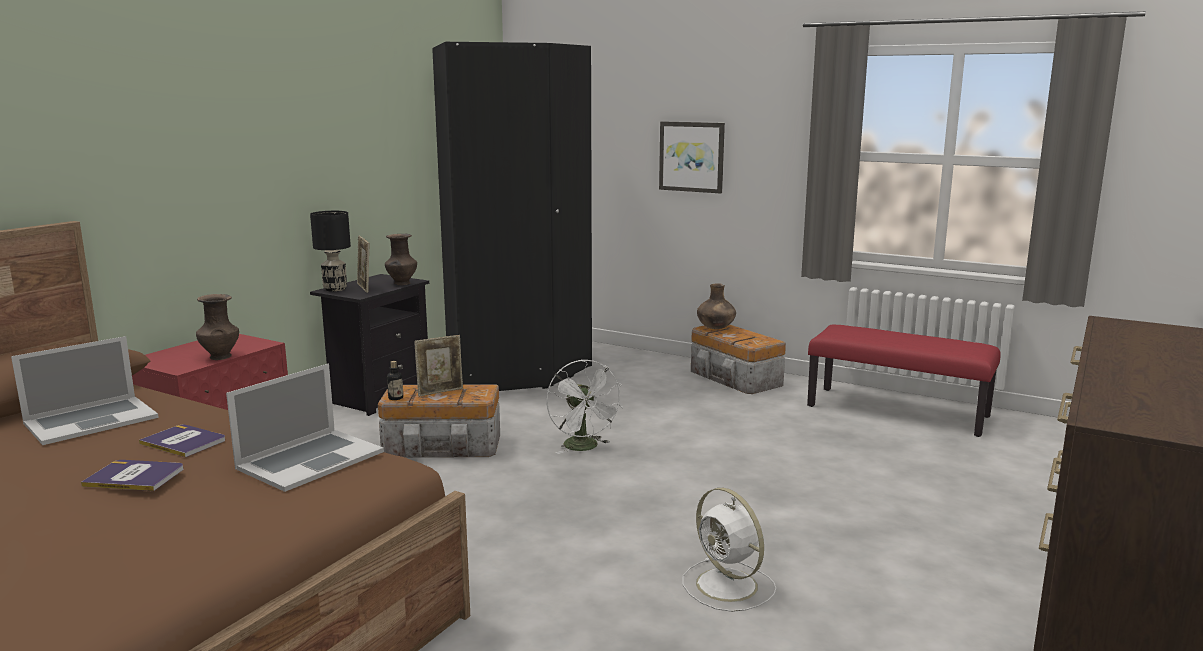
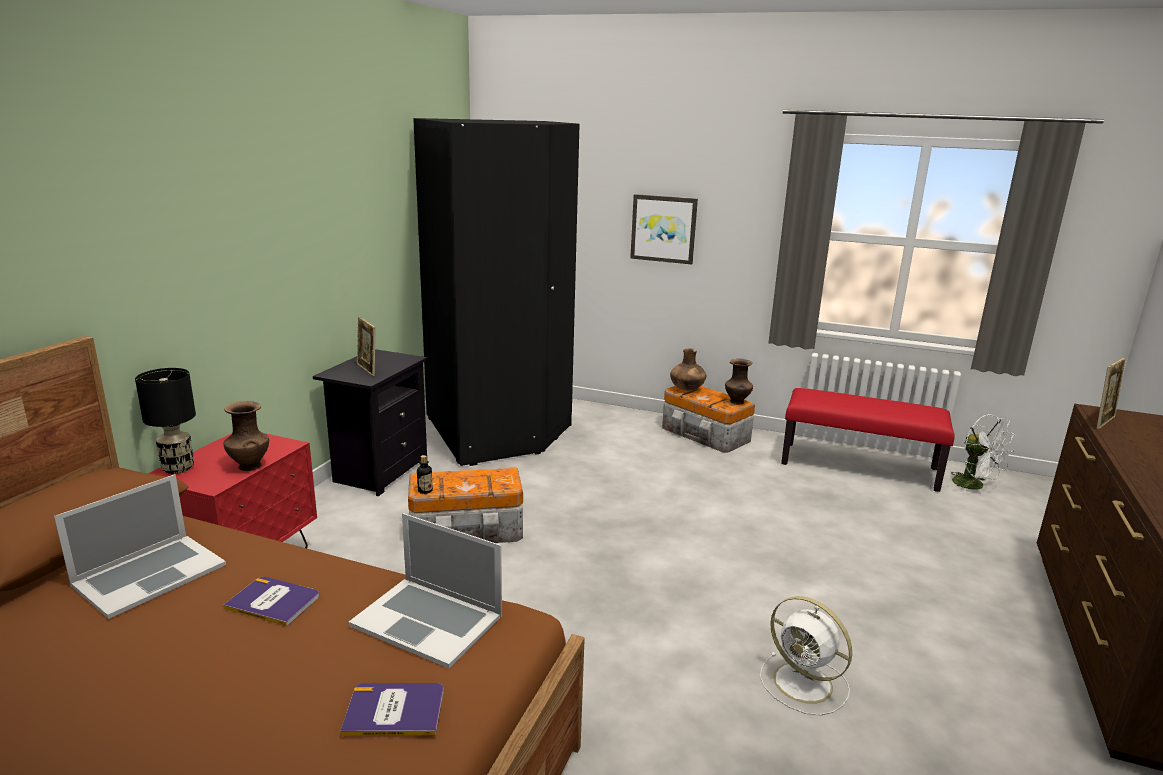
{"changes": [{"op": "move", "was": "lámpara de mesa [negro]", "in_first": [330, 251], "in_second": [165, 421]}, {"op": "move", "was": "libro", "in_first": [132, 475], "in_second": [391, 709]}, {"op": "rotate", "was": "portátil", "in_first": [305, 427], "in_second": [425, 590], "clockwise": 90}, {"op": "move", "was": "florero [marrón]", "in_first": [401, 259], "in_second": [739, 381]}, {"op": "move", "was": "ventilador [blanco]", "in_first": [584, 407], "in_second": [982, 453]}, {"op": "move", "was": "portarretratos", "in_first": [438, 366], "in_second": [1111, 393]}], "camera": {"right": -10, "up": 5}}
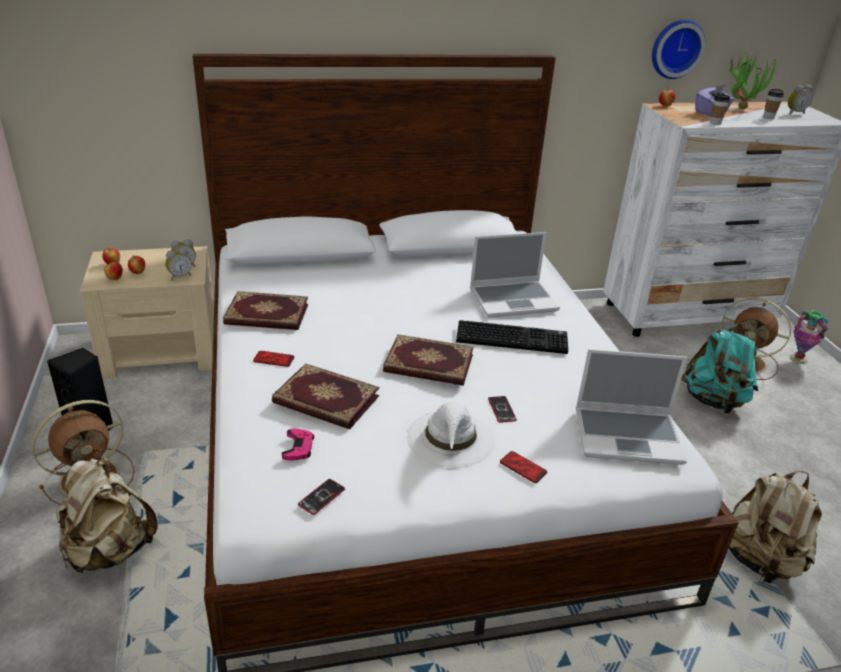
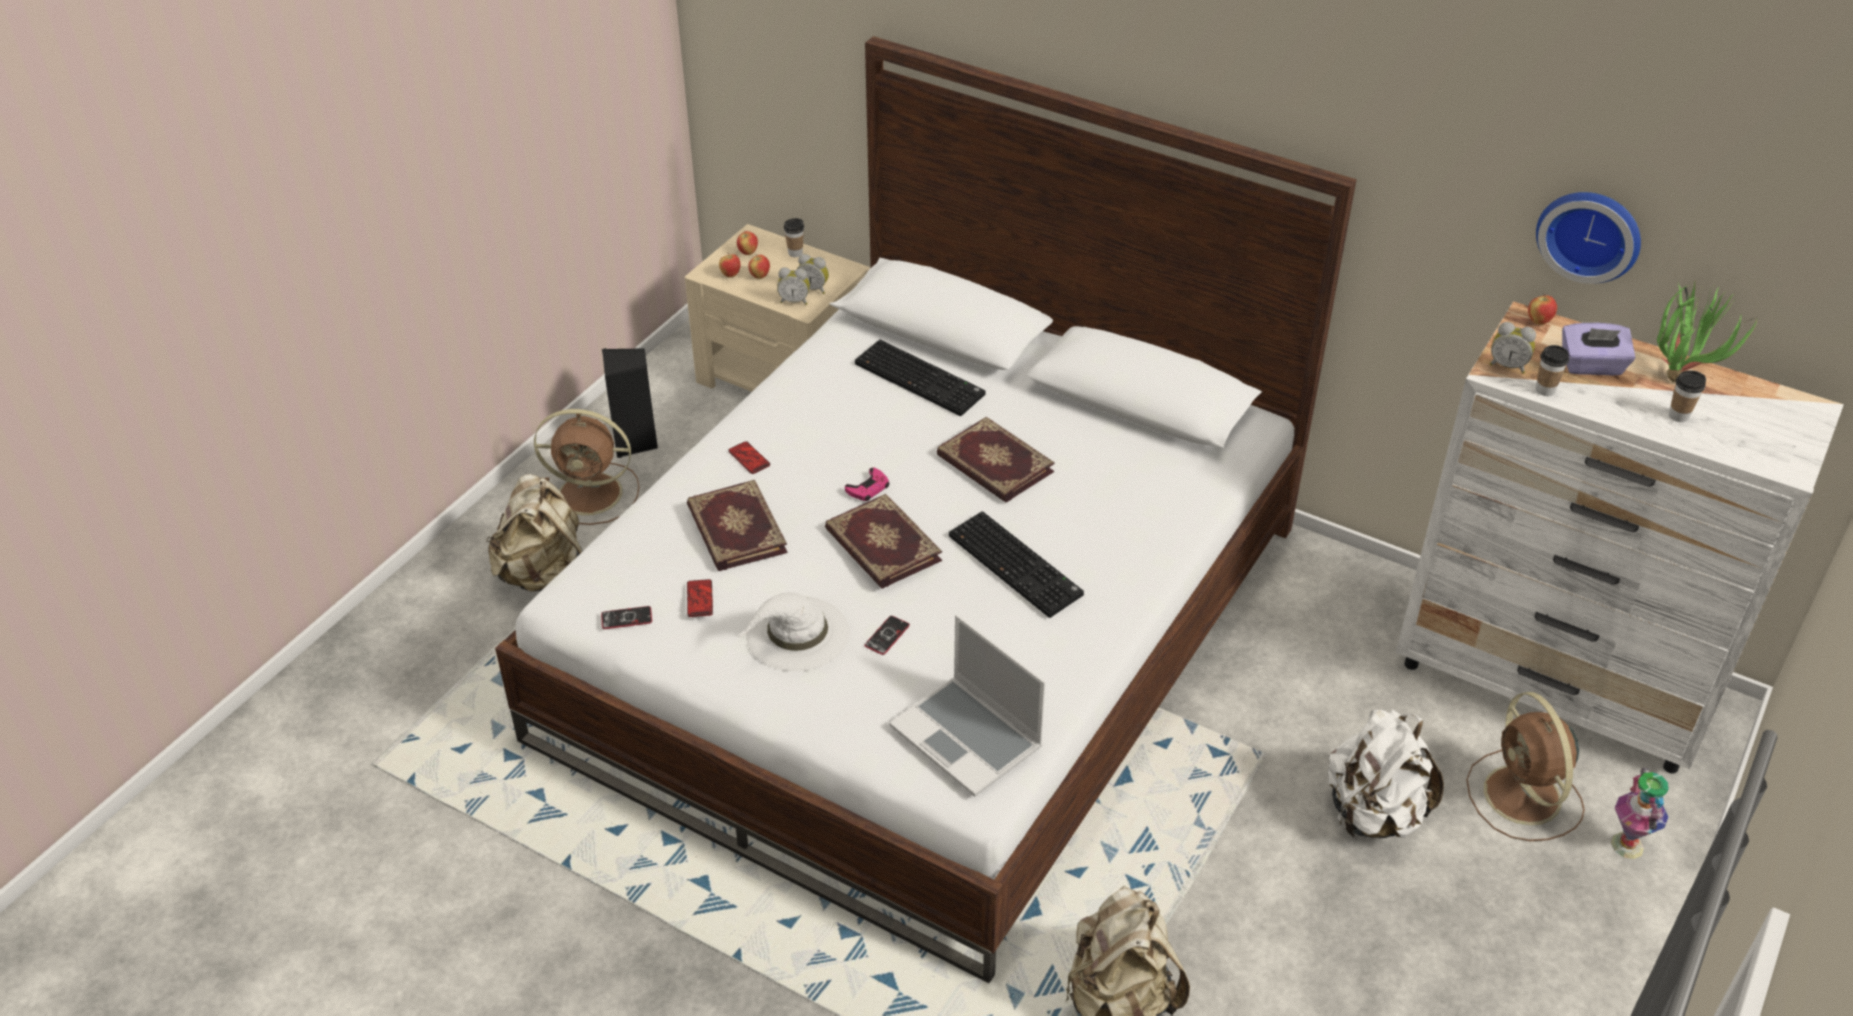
{"changes": [{"op": "move", "was": "móvil", "in_first": [523, 467], "in_second": [700, 598]}, {"op": "insert", "now": "taza", "in_second": [794, 237]}, {"op": "move", "was": "mando de consola [rosa]", "in_first": [298, 444], "in_second": [867, 484]}, {"op": "insert", "now": "teclado", "in_second": [920, 378]}, {"op": "move", "was": "libro", "in_first": [265, 310], "in_second": [996, 459]}, {"op": "recolor", "was": "mochila [turquesa]", "now": "mochila [blanco]", "in_first": [719, 368], "in_second": [1386, 774]}, {"op": "move", "was": "despertador", "in_first": [800, 100], "in_second": [1513, 348]}, {"op": "delete", "was": "portátil", "in_first": [515, 275]}], "camera": {"right": 45, "up": 10}}
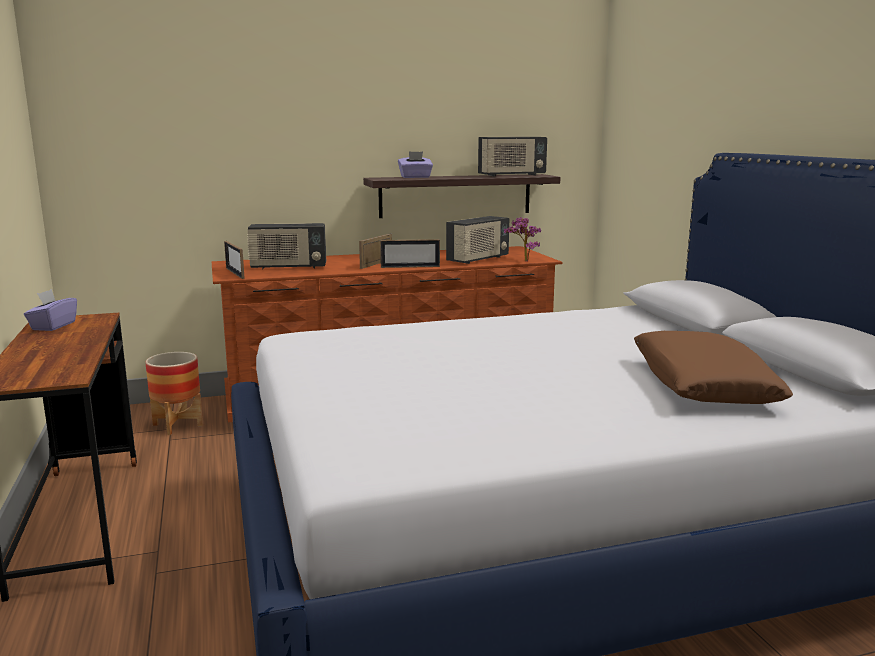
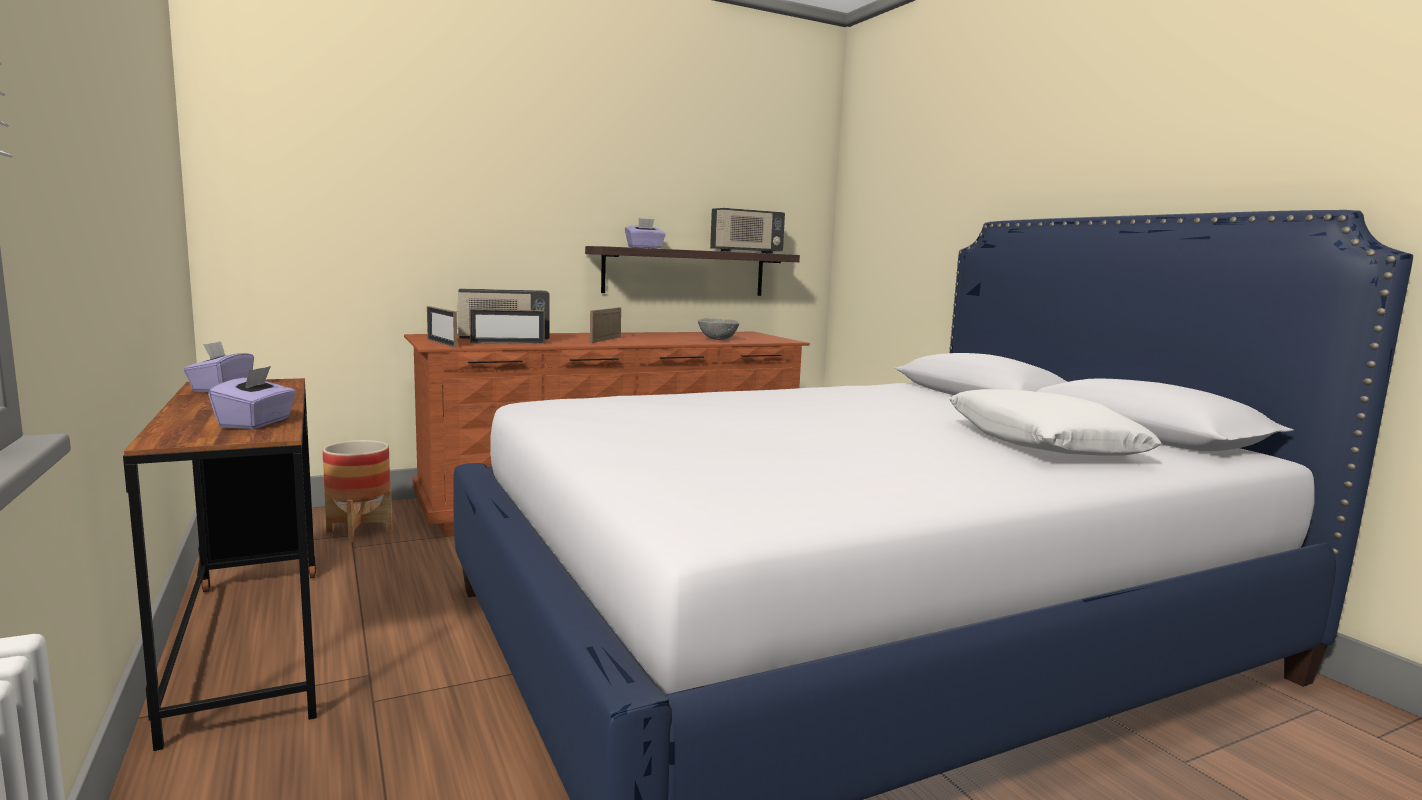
{"changes": [{"op": "insert", "now": "caja de pañuelos [morado]", "in_second": [252, 397]}, {"op": "move", "was": "portarretratos", "in_first": [410, 253], "in_second": [507, 326]}, {"op": "replace", "was": "radio", "now": "cuenco [gris]", "in_first": [477, 240], "in_second": [718, 329]}, {"op": "recolor", "was": "cojín [marrón]", "now": "cojín [blanco]", "in_first": [713, 367], "in_second": [1055, 422]}, {"op": "delete", "was": "planta en maceta", "in_first": [522, 239]}], "camera": {"right": -10, "up": -5}}
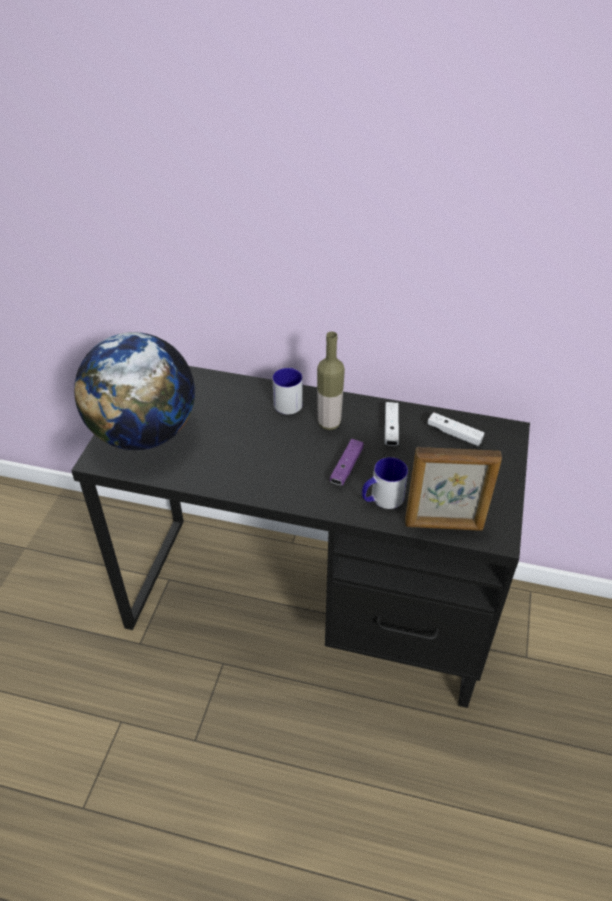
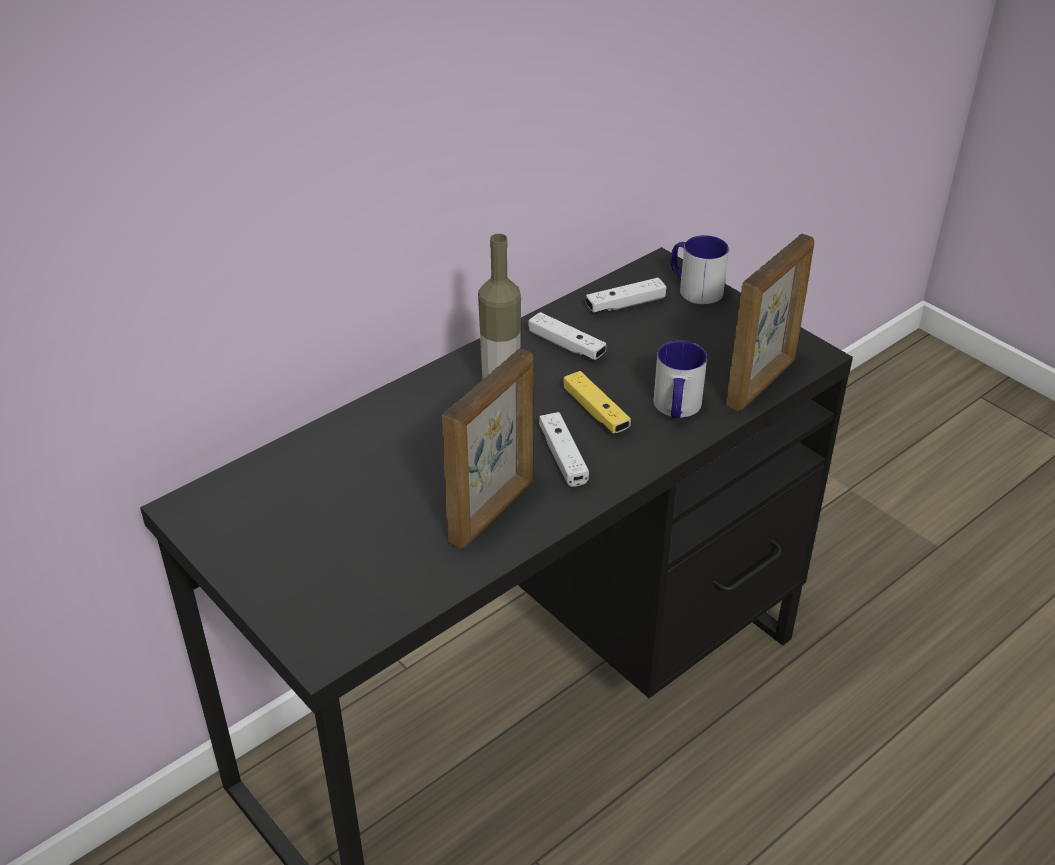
{"changes": [{"op": "insert", "now": "portarretratos", "in_second": [487, 449]}, {"op": "insert", "now": "mando de consola [blanco]", "in_second": [564, 449]}, {"op": "recolor", "was": "mando de consola [morado]", "now": "mando de consola [amarillo]", "in_first": [347, 462], "in_second": [597, 402]}, {"op": "move", "was": "taza grande", "in_first": [287, 391], "in_second": [700, 269]}, {"op": "delete", "was": "globo terráqueo", "in_first": [134, 391]}], "camera": {"right": -55, "up": -5}}
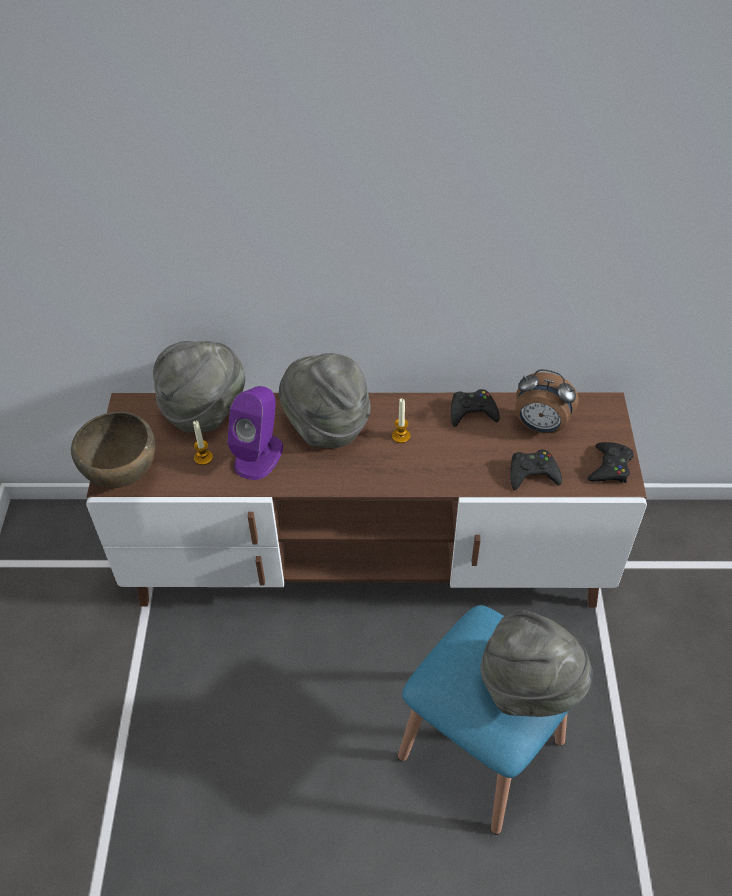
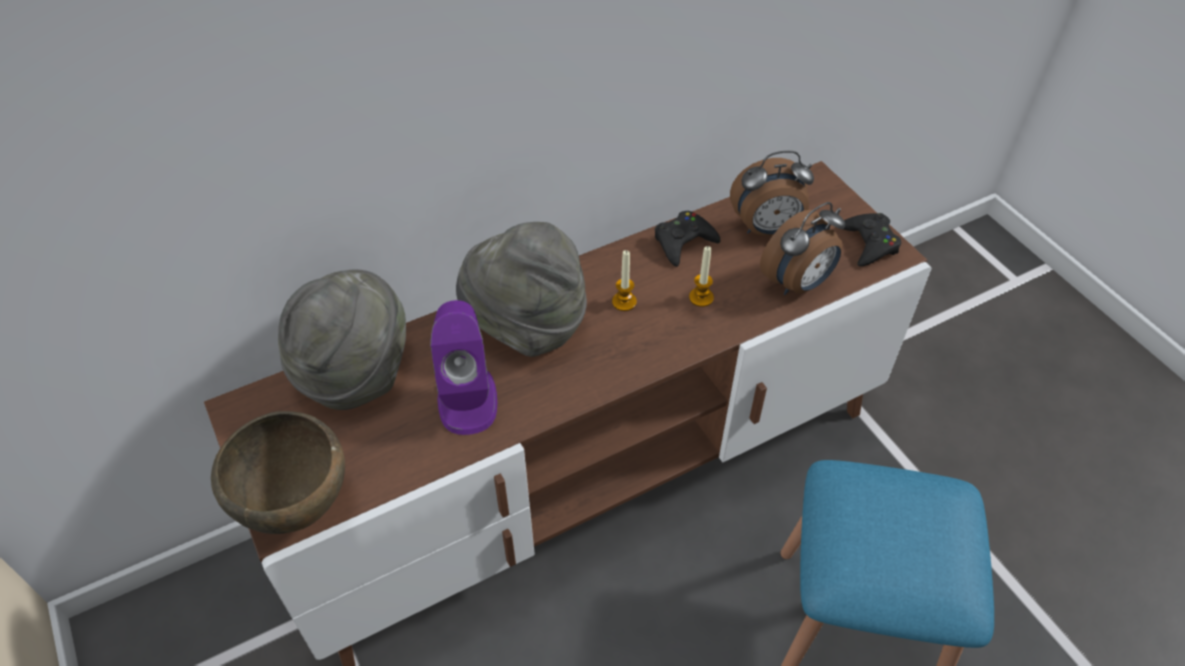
{"changes": [{"op": "move", "was": "vela", "in_first": [203, 443], "in_second": [701, 276]}, {"op": "replace", "was": "mando de consola [negro]", "now": "despertador", "in_first": [536, 470], "in_second": [802, 248]}, {"op": "delete", "was": "sombrero [gris]", "in_first": [536, 663]}], "camera": {"right": -30, "up": 0}}
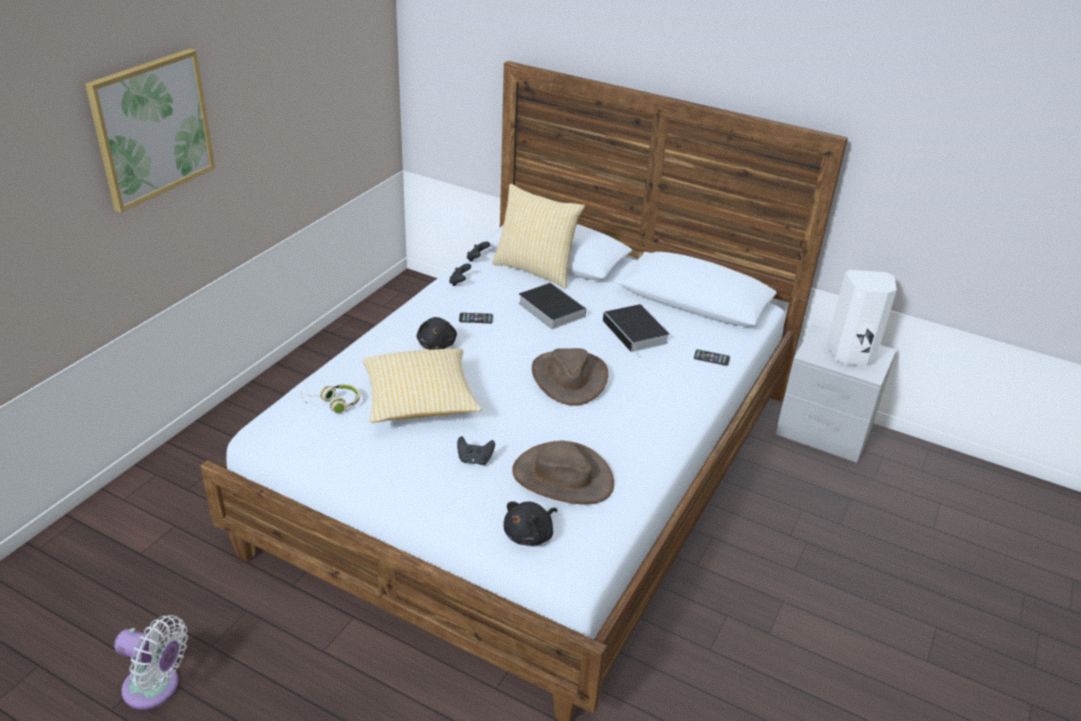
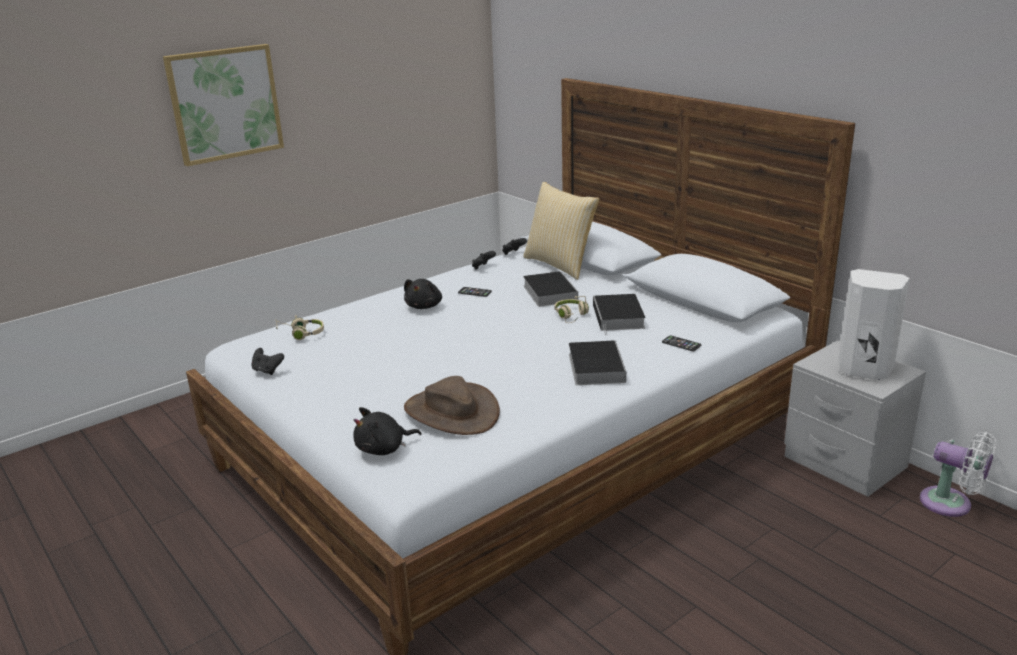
{"changes": [{"op": "move", "was": "mando de consola [negro]", "in_first": [476, 450], "in_second": [267, 361]}, {"op": "insert", "now": "auriculares [beis]", "in_second": [571, 309]}, {"op": "insert", "now": "libro", "in_second": [597, 362]}, {"op": "move", "was": "ventilador [blanco]", "in_first": [151, 662], "in_second": [958, 474]}, {"op": "delete", "was": "cojín", "in_first": [422, 386]}, {"op": "delete", "was": "sombrero [marrón]", "in_first": [570, 377]}], "camera": {"right": 25, "up": -10}}
